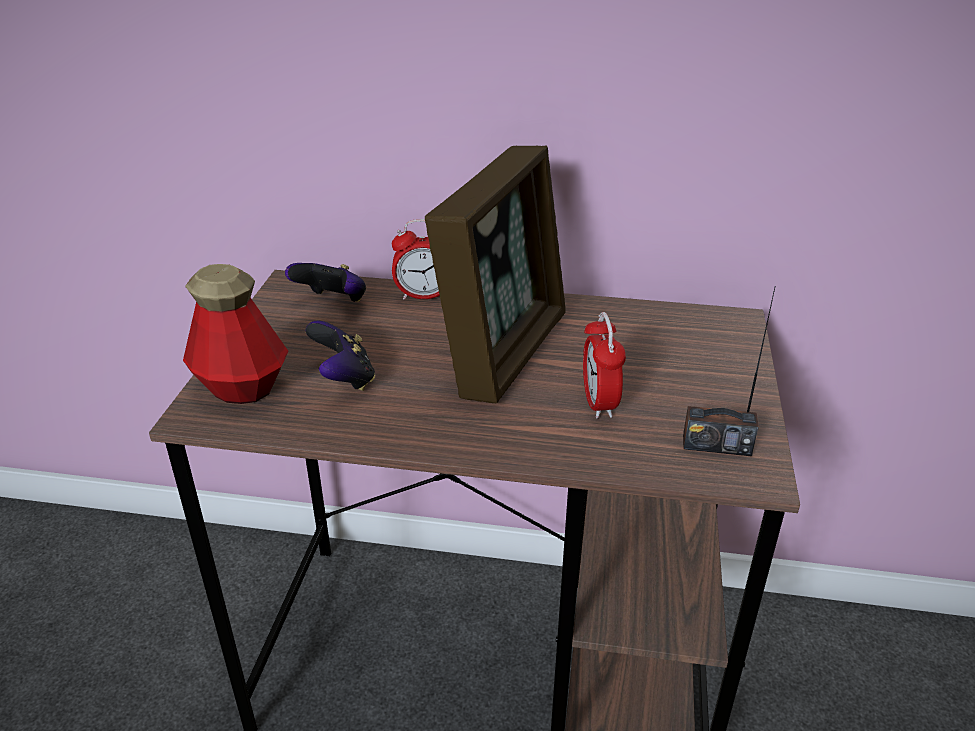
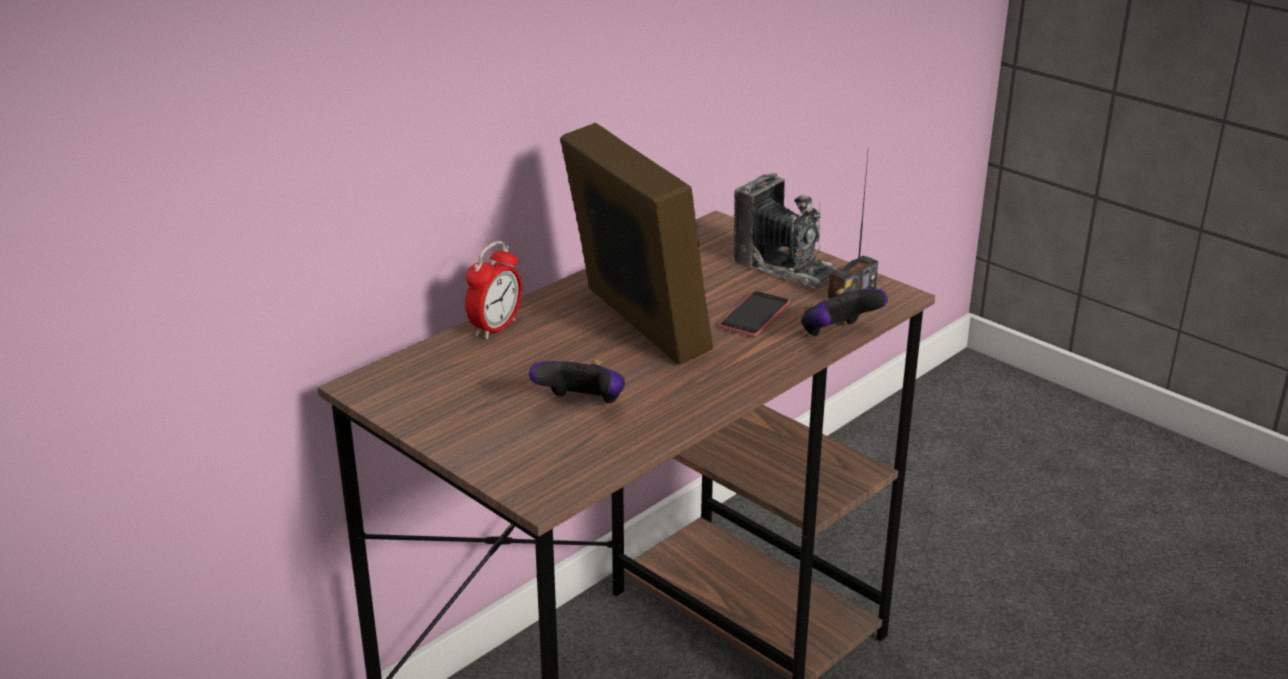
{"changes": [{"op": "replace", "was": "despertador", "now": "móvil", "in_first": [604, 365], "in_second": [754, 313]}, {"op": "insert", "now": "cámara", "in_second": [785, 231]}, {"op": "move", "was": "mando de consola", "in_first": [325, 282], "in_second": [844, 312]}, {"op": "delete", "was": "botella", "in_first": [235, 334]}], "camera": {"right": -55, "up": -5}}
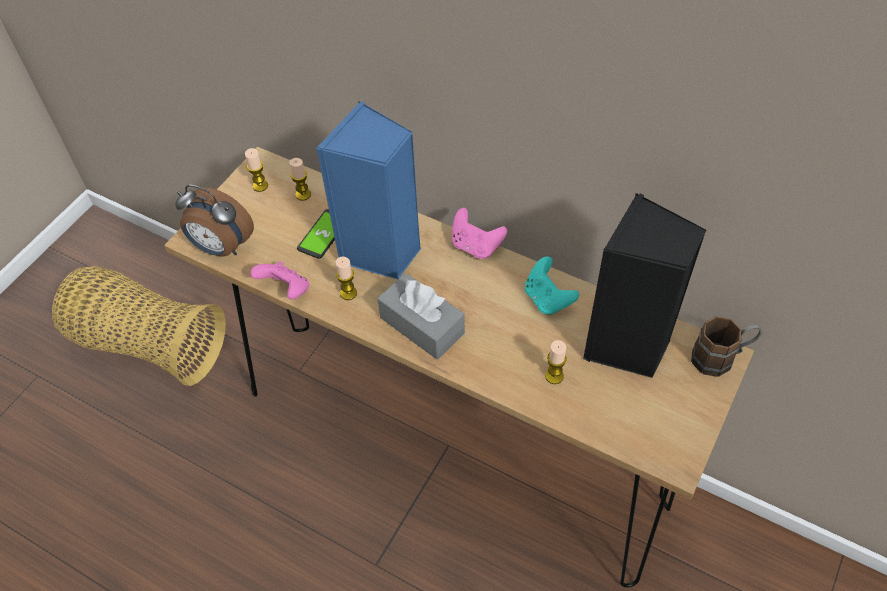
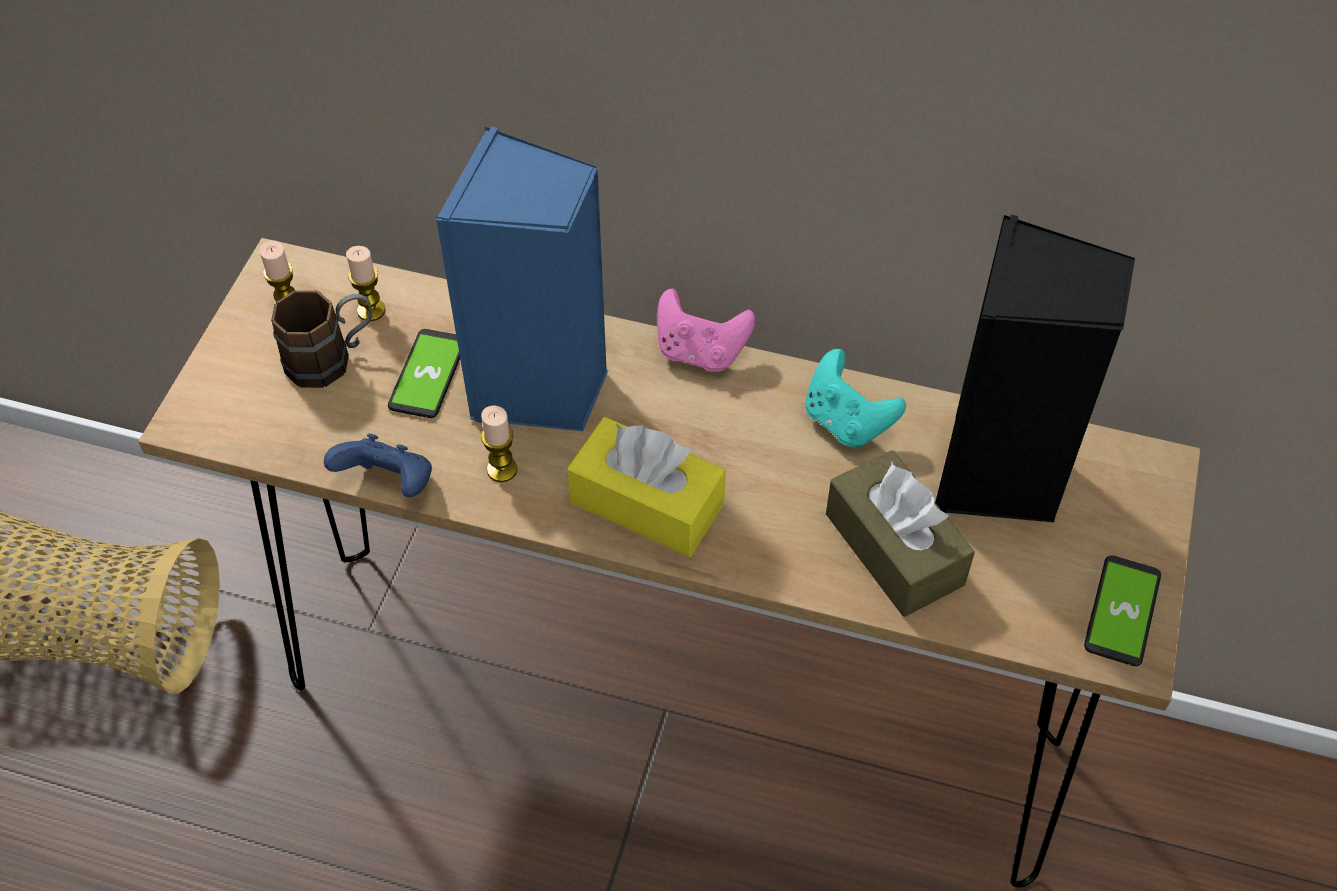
{"changes": [{"op": "move", "was": "taza grande [marrón]", "in_first": [726, 346], "in_second": [322, 339]}, {"op": "recolor", "was": "mando de consola [rosa]", "now": "mando de consola [azul]", "in_first": [279, 280], "in_second": [378, 465]}, {"op": "recolor", "was": "caja de pañuelos [gris]", "now": "caja de pañuelos [amarillo]", "in_first": [421, 316], "in_second": [646, 487]}, {"op": "replace", "was": "vela", "now": "caja de pañuelos [marrón]", "in_first": [556, 362], "in_second": [900, 533]}, {"op": "insert", "now": "móvil", "in_second": [1122, 610]}, {"op": "delete", "was": "despertador", "in_first": [214, 221]}], "camera": {"right": -15, "up": 0}}
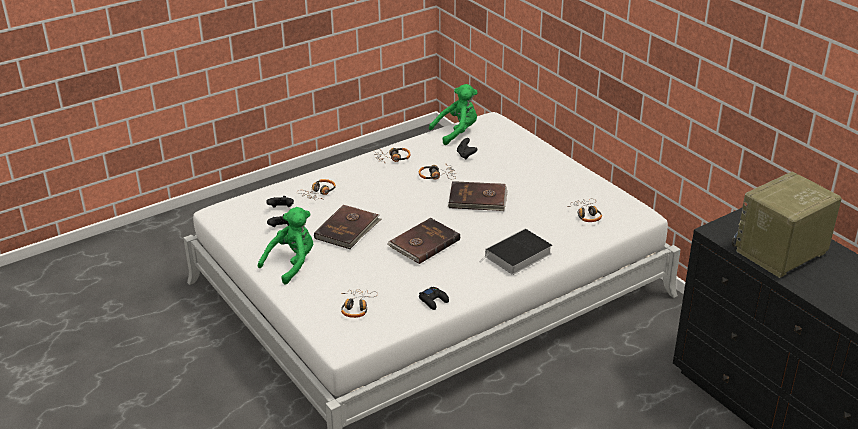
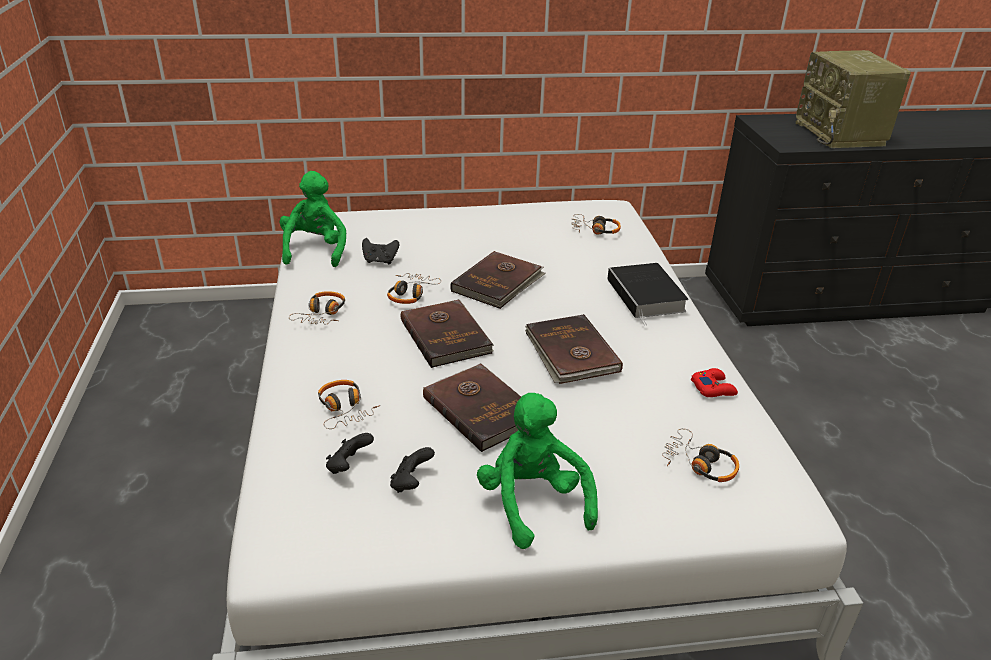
{"changes": [{"op": "insert", "now": "libro [marrón]", "in_second": [447, 333]}, {"op": "recolor", "was": "mando de consola [negro]", "now": "mando de consola [rojo]", "in_first": [434, 298], "in_second": [714, 382]}], "camera": {"right": -65, "up": 0}}
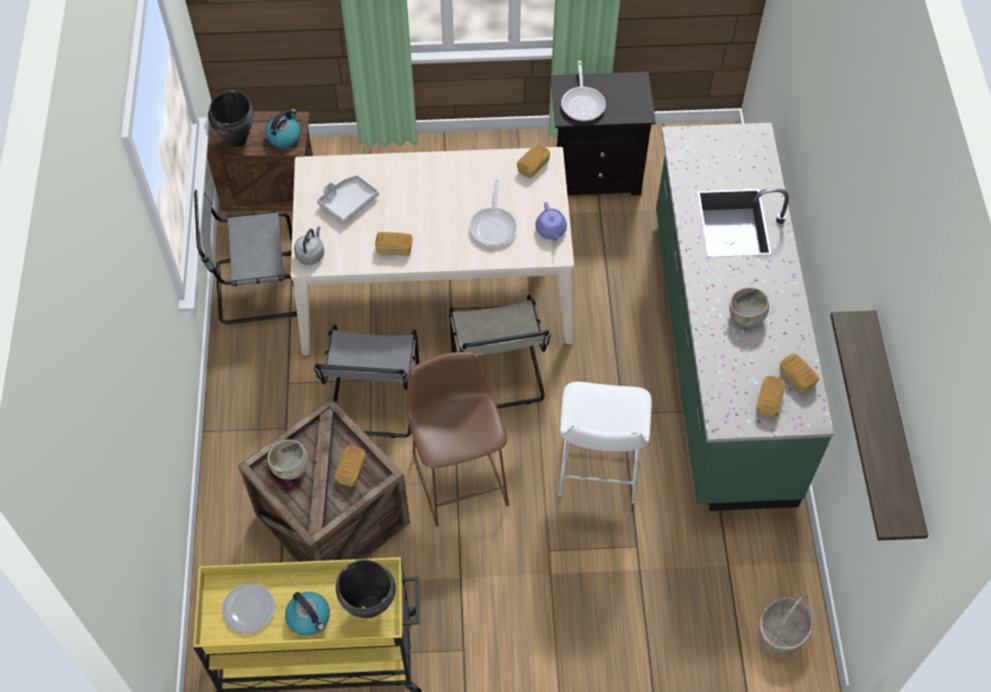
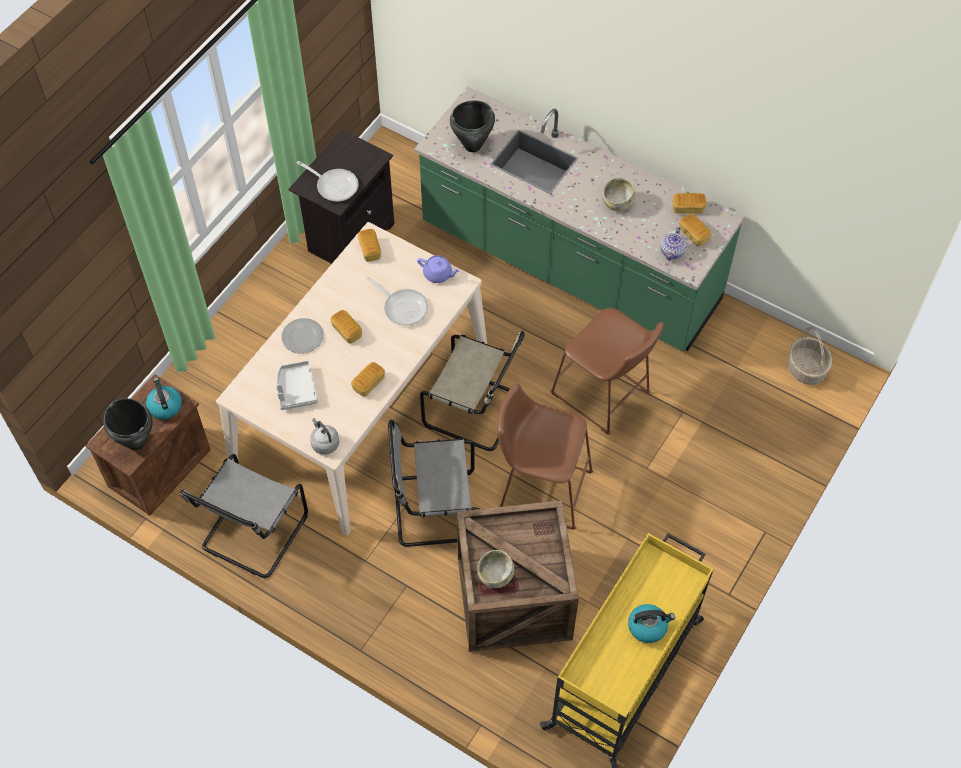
{"changes": [{"op": "move", "was": "plato", "in_first": [248, 608], "in_second": [302, 336]}, {"op": "move", "was": "pan", "in_first": [350, 466], "in_second": [346, 327]}, {"op": "rotate", "was": "silla [gris]", "in_first": [366, 381], "in_second": [434, 483], "clockwise": 135}, {"op": "move", "was": "olla [negro]", "in_first": [366, 588], "in_second": [472, 126]}, {"op": "recolor", "was": "taburete [blanco]", "now": "taburete [marrón]", "in_first": [605, 443], "in_second": [607, 371]}, {"op": "insert", "now": "tetera", "in_second": [673, 244]}, {"op": "delete", "was": "estante", "in_first": [879, 425]}], "camera": {"right": -55, "up": 0}}
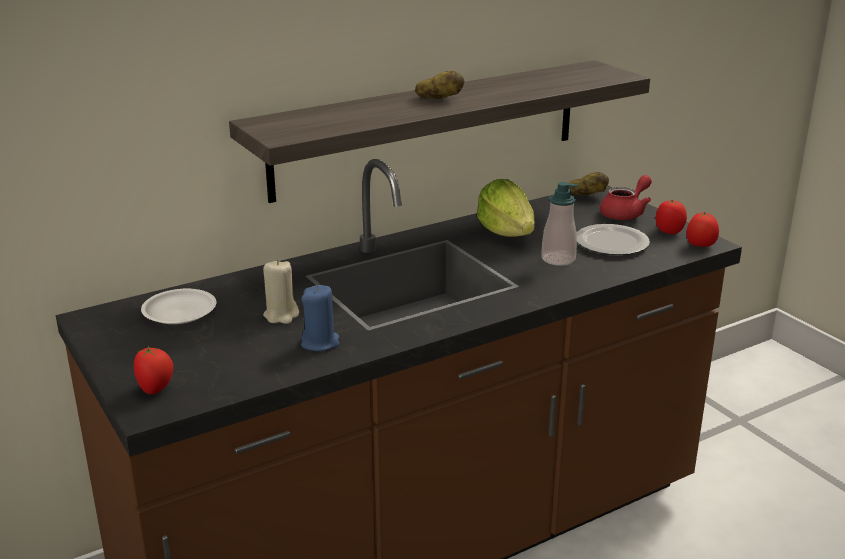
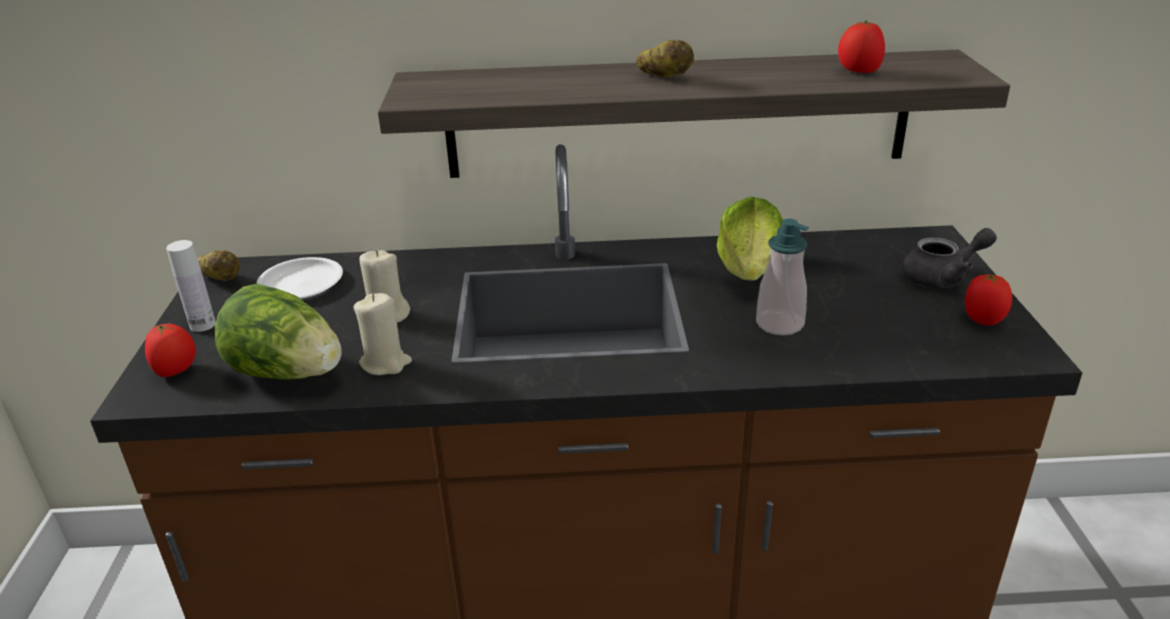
{"changes": [{"op": "insert", "now": "botella [blanco]", "in_second": [191, 286]}, {"op": "move", "was": "patata", "in_first": [588, 183], "in_second": [219, 265]}, {"op": "insert", "now": "lechuga", "in_second": [278, 332]}, {"op": "recolor", "was": "vela [azul]", "now": "vela [beis]", "in_first": [320, 318], "in_second": [382, 334]}, {"op": "move", "was": "tomate", "in_first": [702, 229], "in_second": [861, 46]}, {"op": "recolor", "was": "tetera [rojo]", "now": "tetera [gris]", "in_first": [626, 197], "in_second": [949, 258]}, {"op": "delete", "was": "plato", "in_first": [613, 239]}], "camera": {"right": 30, "up": 5}}
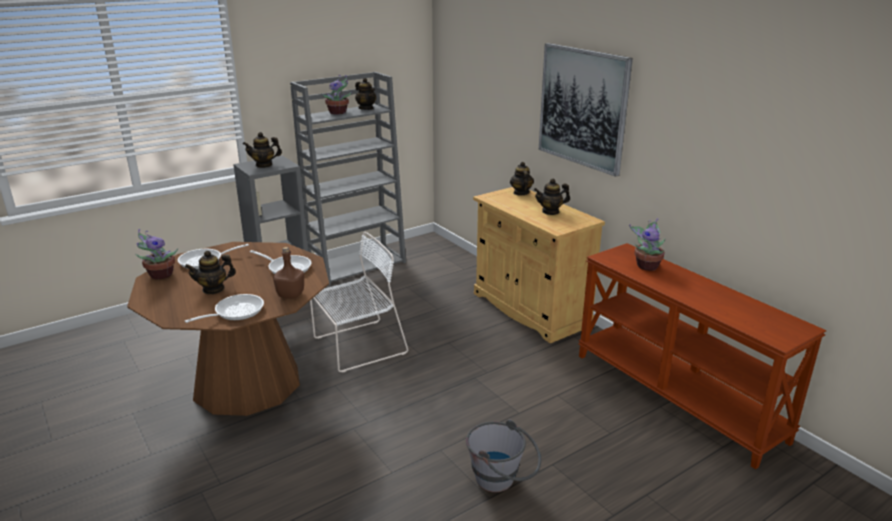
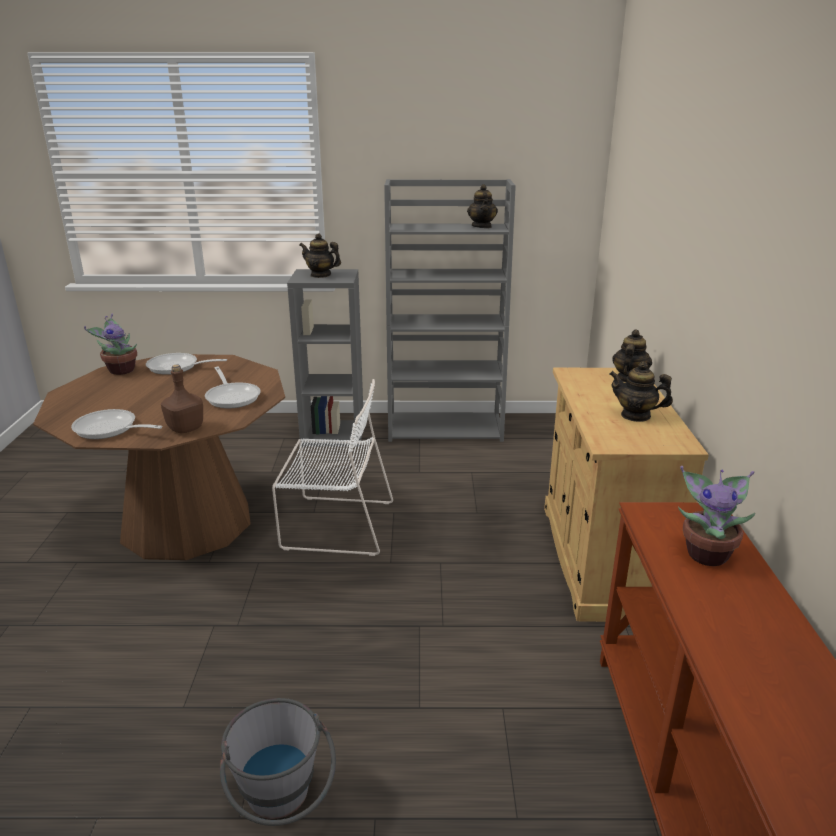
{"changes": [{"op": "rotate", "was": "sartén", "in_first": [224, 308], "in_second": [117, 424], "clockwise": -150}, {"op": "delete", "was": "tetera", "in_first": [210, 272]}, {"op": "delete", "was": "planta en maceta", "in_first": [336, 95]}, {"op": "delete", "was": "cuadro", "in_first": [586, 110]}], "camera": {"right": 35, "up": 0}}
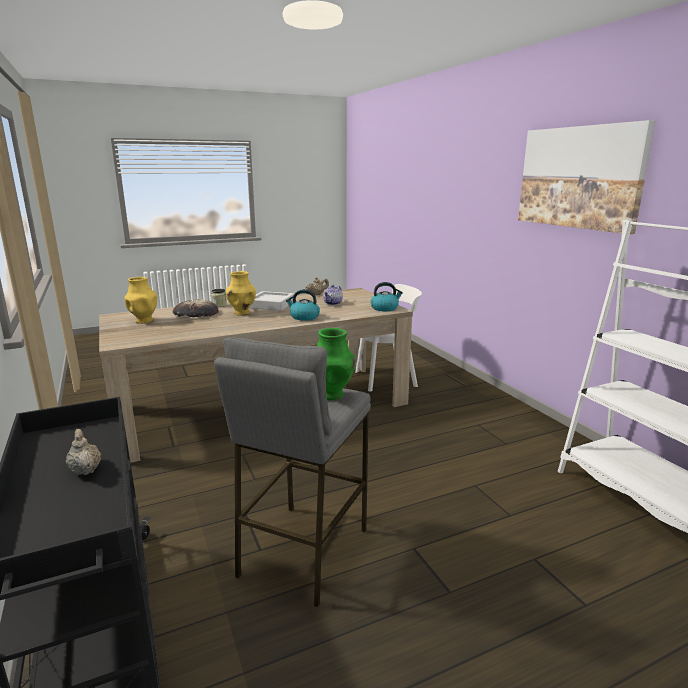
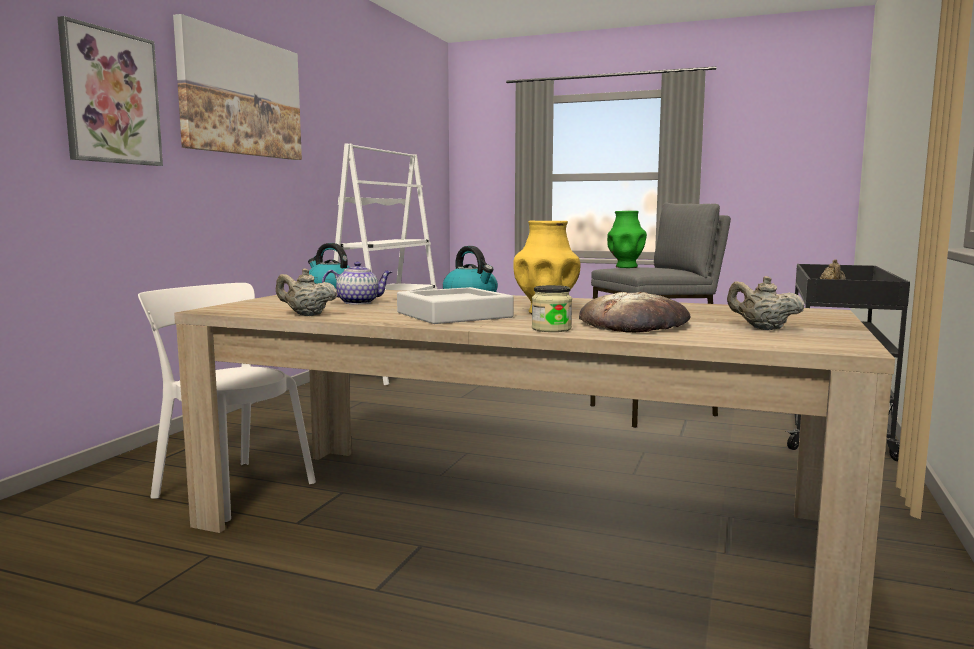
{"changes": [{"op": "insert", "now": "cuadro", "in_second": [110, 91]}, {"op": "replace", "was": "florero [amarillo]", "now": "tetera [beis]", "in_first": [141, 300], "in_second": [765, 303]}], "camera": {"right": -135, "up": -10}}
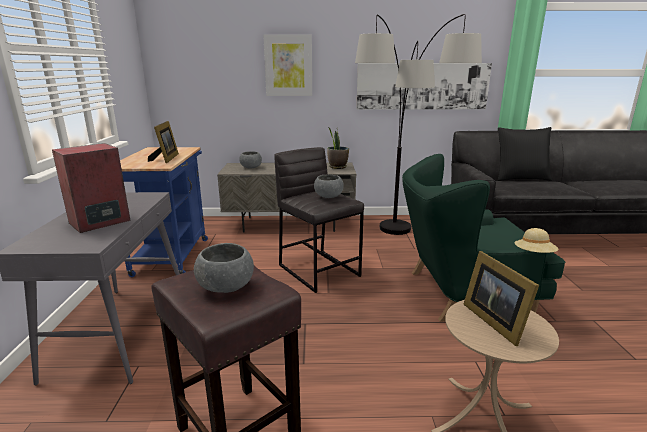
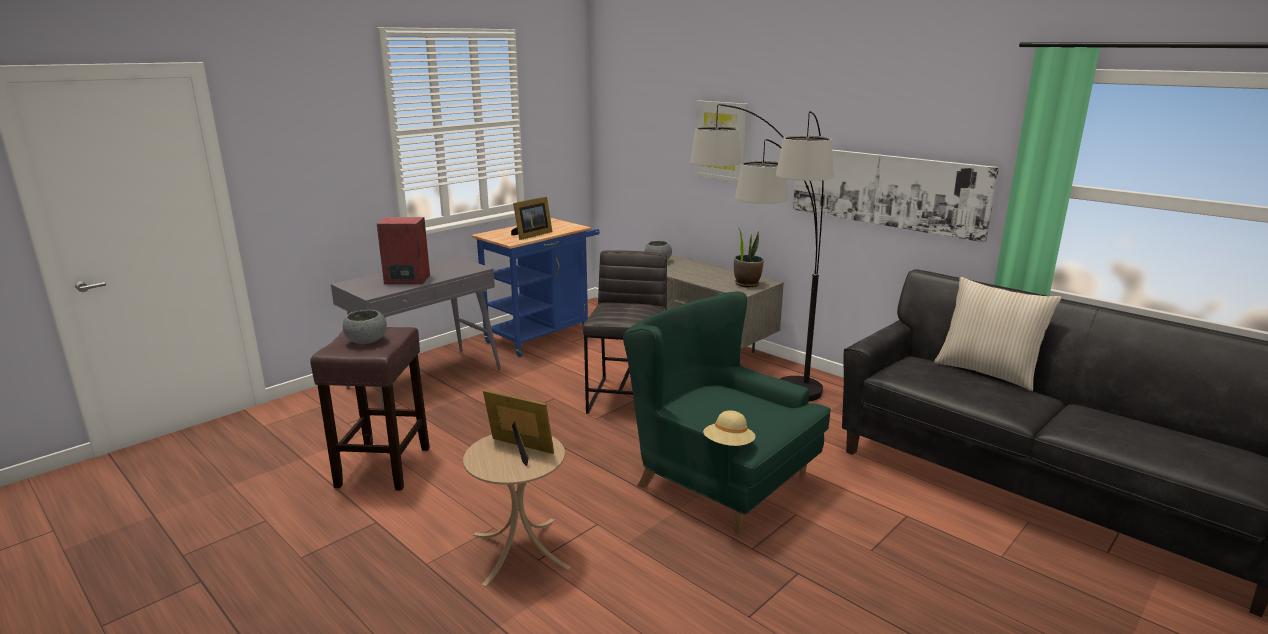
{"changes": [{"op": "rotate", "was": "portarretratos", "in_first": [501, 298], "in_second": [518, 428], "clockwise": 90}, {"op": "recolor", "was": "cojín [negro]", "now": "cojín [beis]", "in_first": [525, 154], "in_second": [998, 334]}, {"op": "delete", "was": "cuenco [gris]", "in_first": [329, 186]}], "camera": {"right": 45, "up": 0}}
